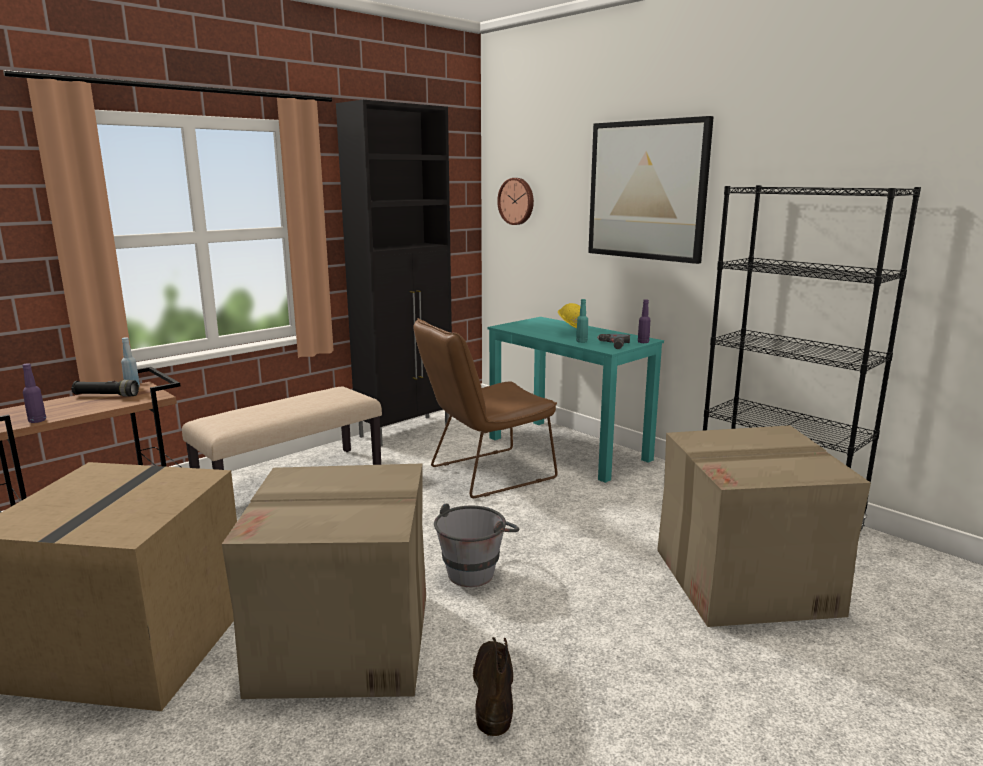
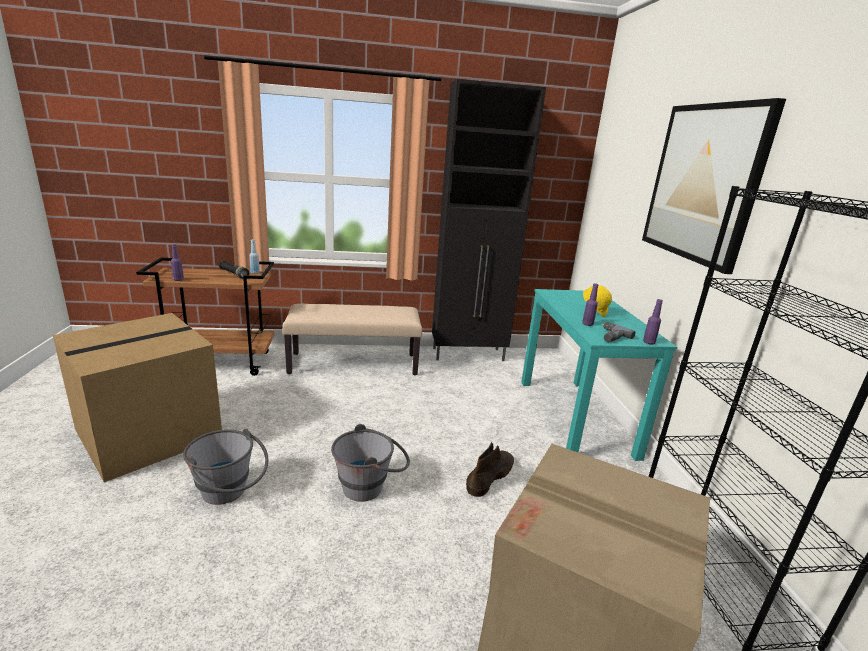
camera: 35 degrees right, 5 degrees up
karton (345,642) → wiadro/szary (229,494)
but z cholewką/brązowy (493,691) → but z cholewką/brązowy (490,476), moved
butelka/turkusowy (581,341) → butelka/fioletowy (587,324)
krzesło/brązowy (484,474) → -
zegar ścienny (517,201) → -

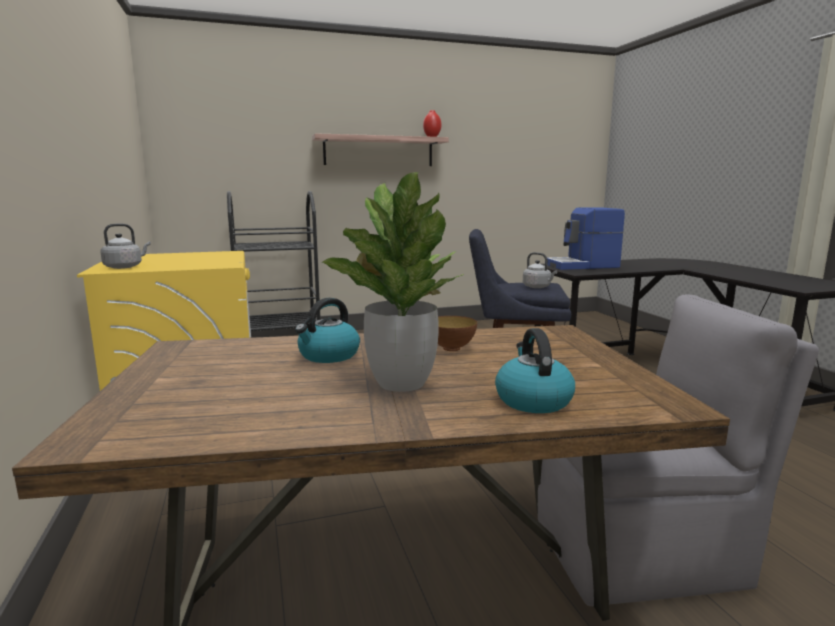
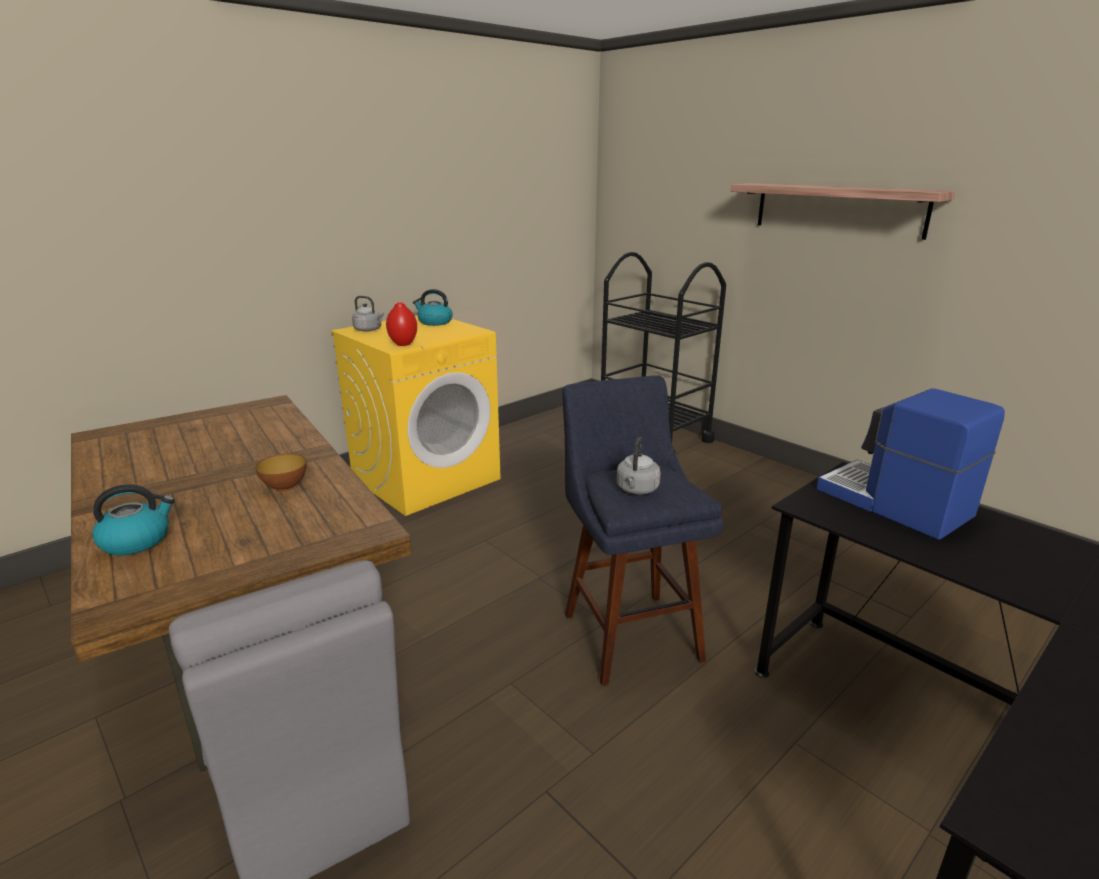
camera: 65 degrees right, 10 degrees up
wazon/czerwony (432,137) → wazon/czerwony (403,344), moved
czajnik (328,356) → czajnik (434,322), moved
roślina doniczkowa (400,383) → -

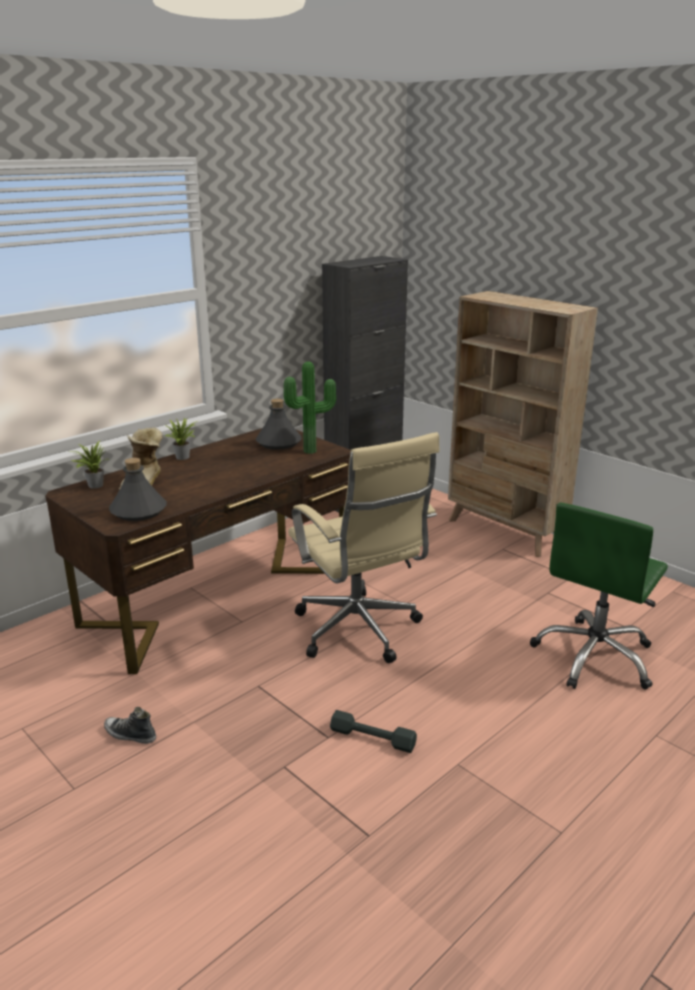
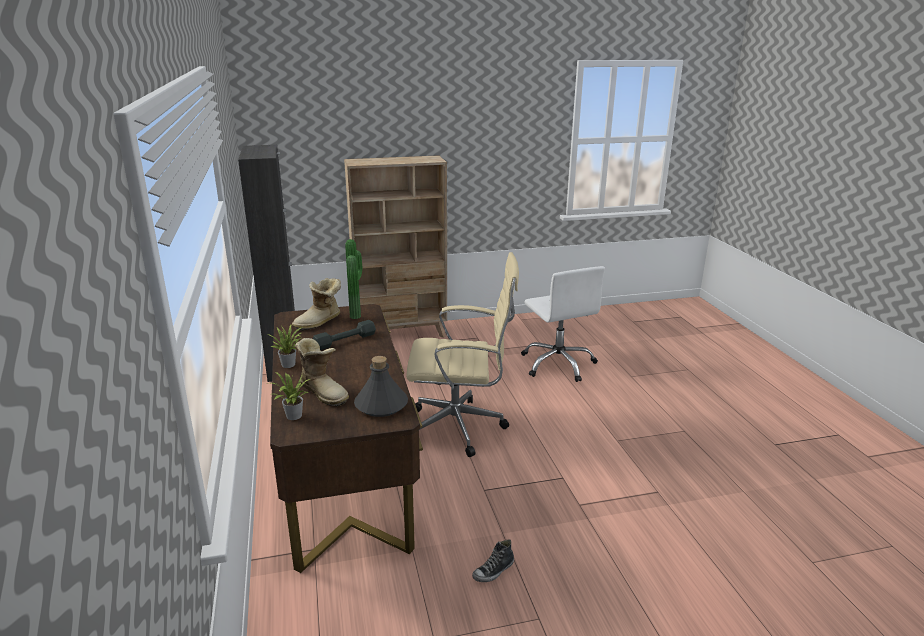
camera: 60 degrees left, 0 degrees up
butelka/szary (279,443) → but z cholewką (320,322)
hantel/szary (372,738) → hantel/szary (345,341), moved
krzesło biurowe/zielony (595,657) → krzesło biurowe/biały (558,364)

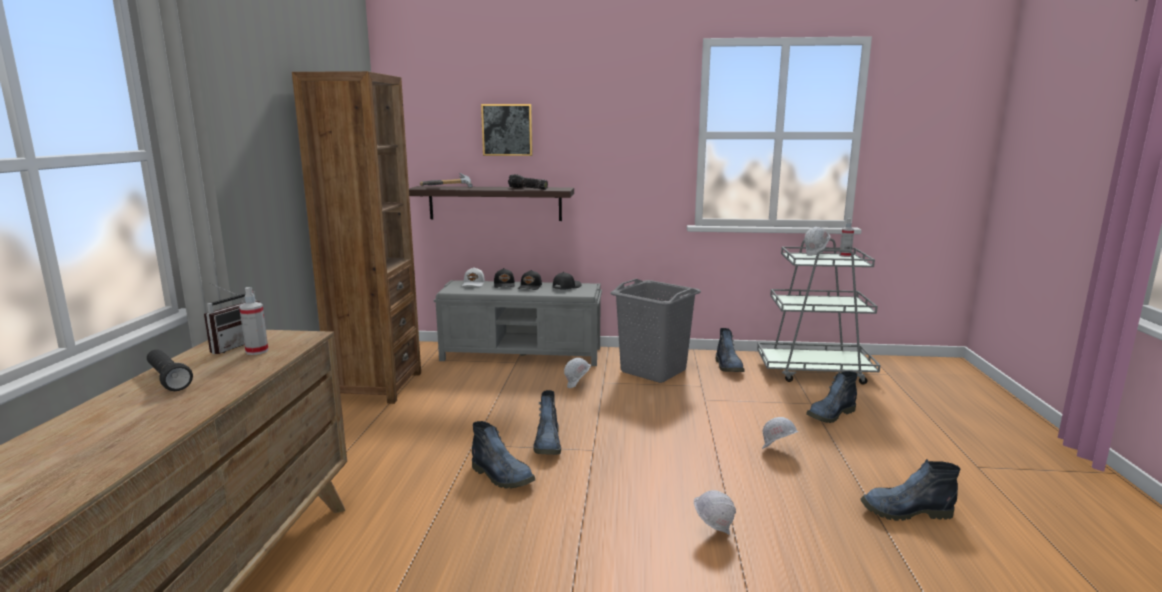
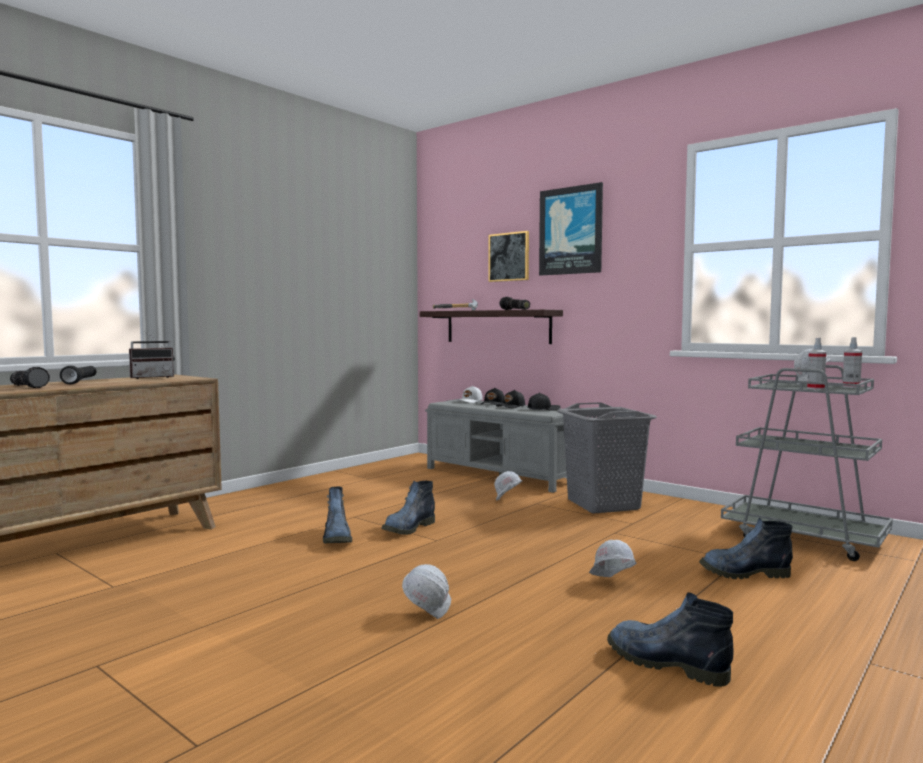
camera: 35 degrees right, 10 degrees down
- → latarka (30,387)
- → obraz (571,231)
spryskiwacz (257,351) → spryskiwacz (815,389), moved
regał/brązowy (376,386) → -
but z cholewką (729,367) → -

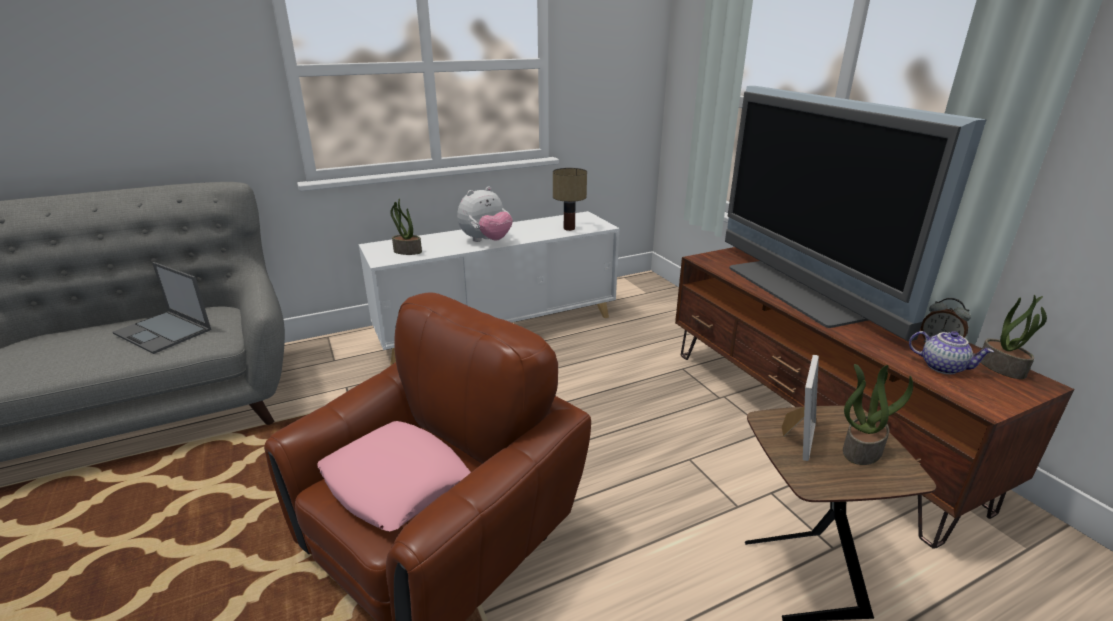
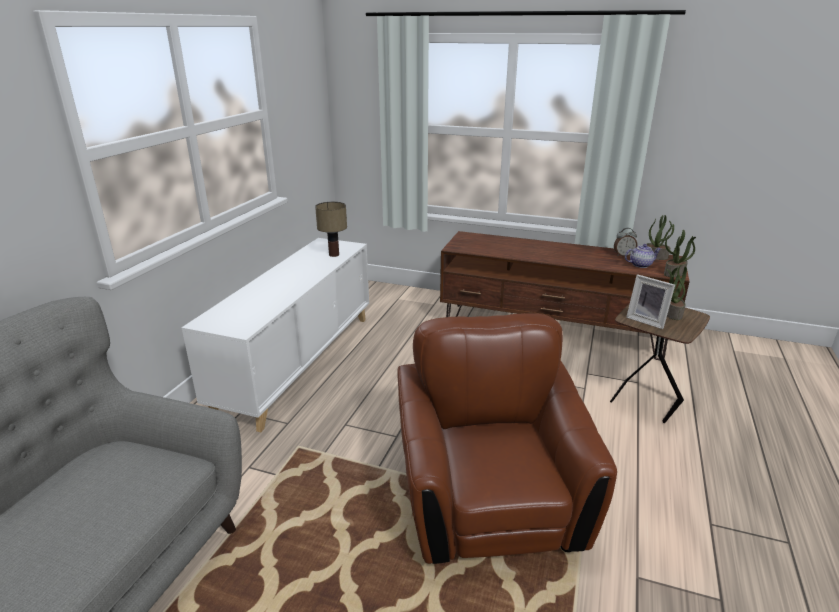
camera: 45 degrees left, 0 degrees up
ramka na zdjęcie (795,437) → ramka na zdjęcie (647,320), 150 degrees clockwise
roślina doniczkowa (407,251) → roślina doniczkowa (674,274), moved
laptop (164,332) → -
poduszka/różowy (396,482) → -
pluszak (486,241) → -
telewizor (798,290) → -

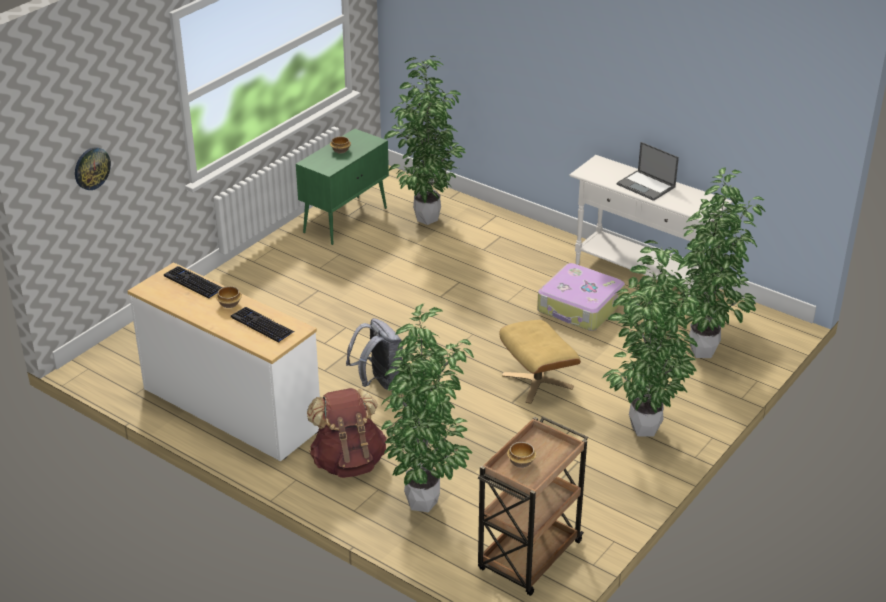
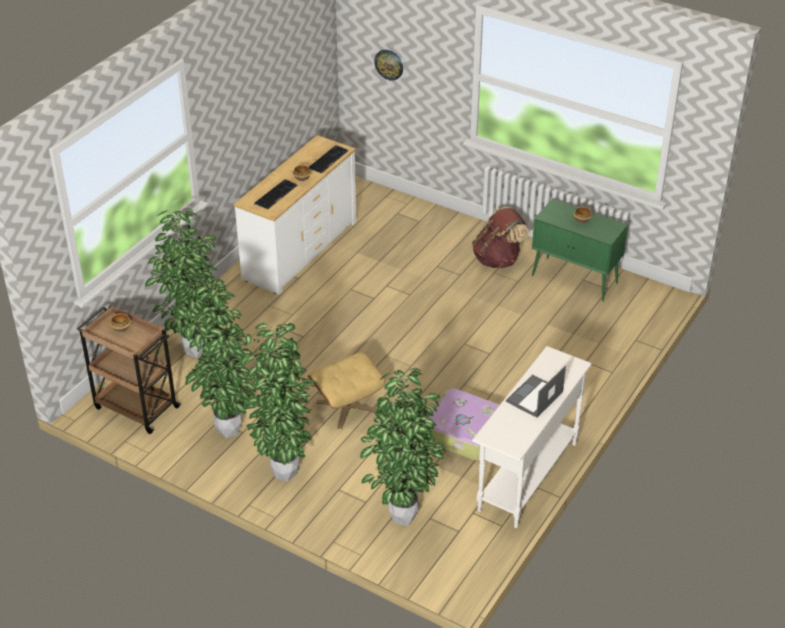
camera: 85 degrees right, 5 degrees up
roślina doniczkowa (426,220) → roślina doniczkowa (225,429), moved
plecak/brązowy (348,462) → plecak/brązowy (498,259), moved
plecak/szary (379,382) → -

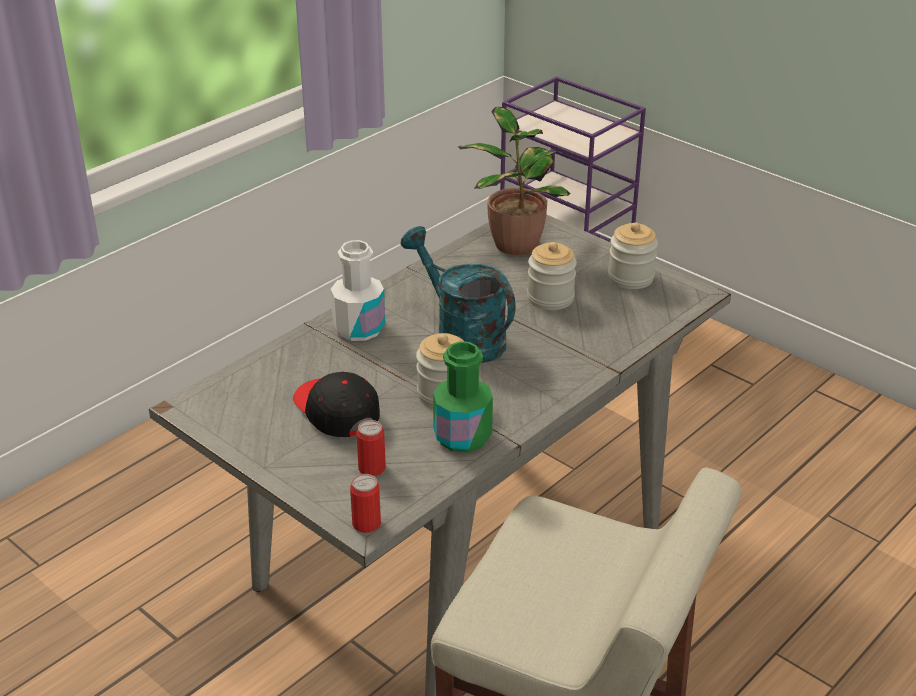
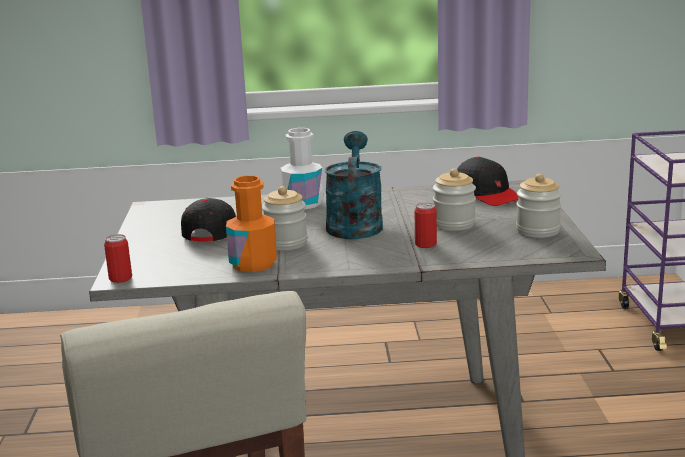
camera: 45 degrees right, 15 degrees down
butelka/zielony (462,436) → butelka/pomarańczowy (253,264)
puszka (372,468) → puszka (425,244), moved
roślina doniczkowa (514,243) → czapka z daszkiem/czarny (487,194)

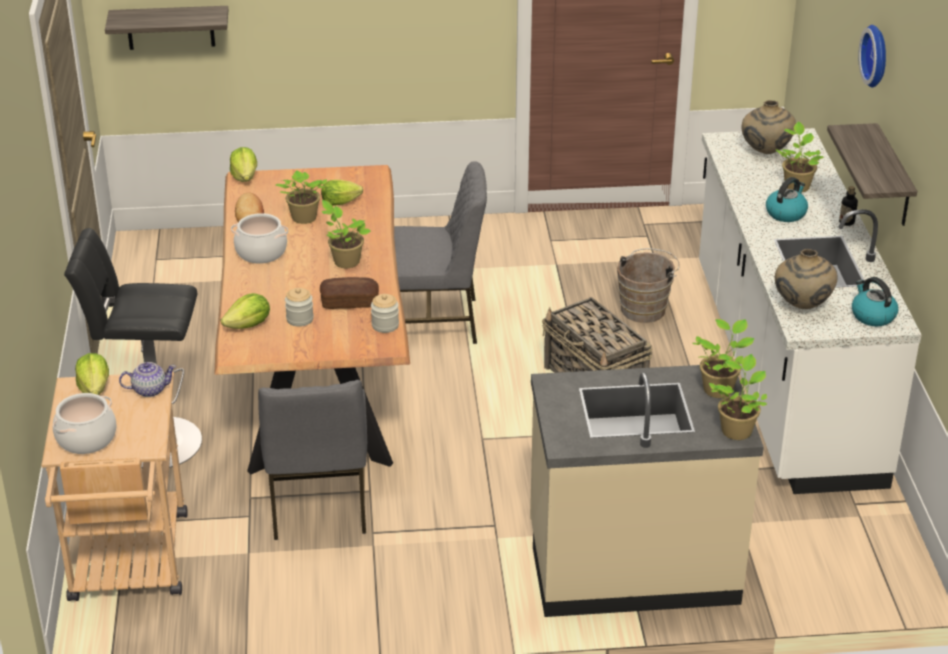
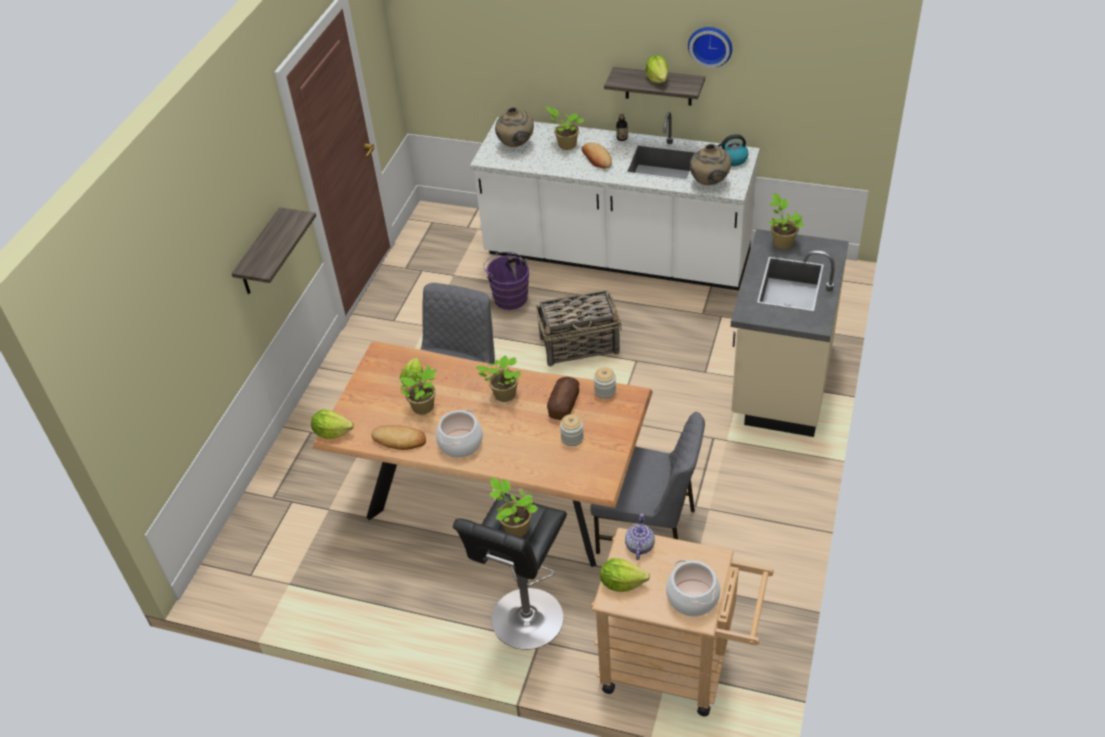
camera: 65 degrees left, 10 degrees up
półka (170,27) → półka (260,254), moved
wiadro/brązowy (645,308) → wiadro/fioletowy (509,296)
roślina doniczkowa (737,429) → roślina doniczkowa (514,527), moved
czajnik (786,213) → chleb (597,158)
sałata (249,325) → sałata (657,79), moved
zegar ścienny (878,55) → zegar ścienny (710,45), moved

